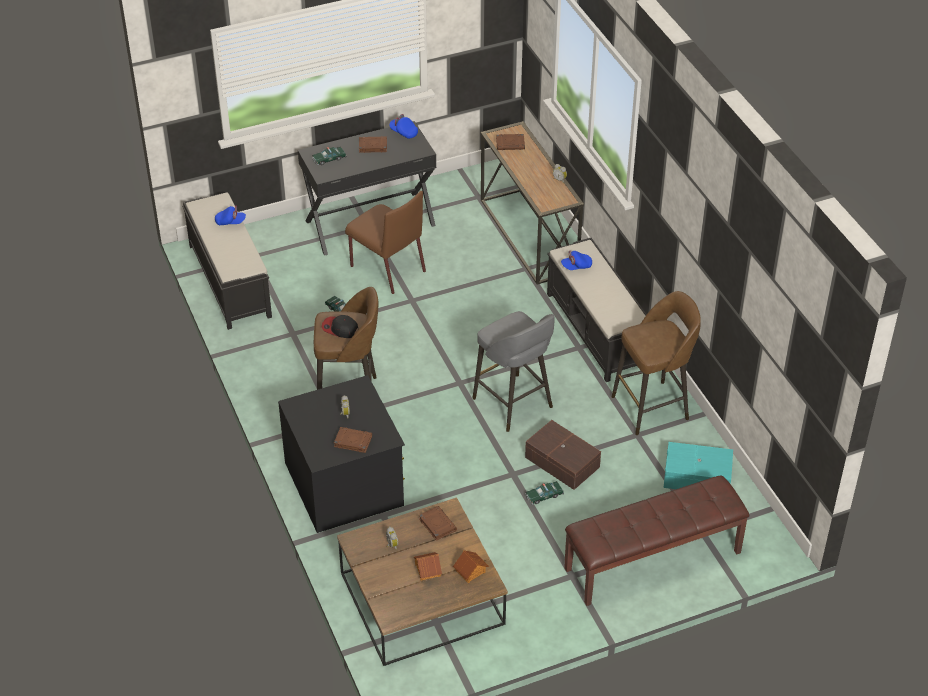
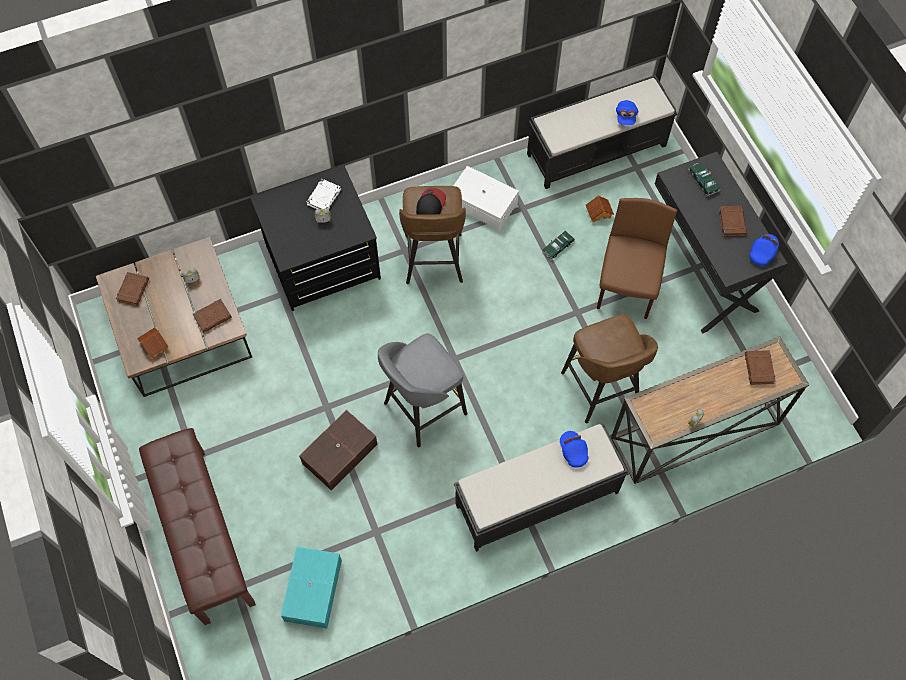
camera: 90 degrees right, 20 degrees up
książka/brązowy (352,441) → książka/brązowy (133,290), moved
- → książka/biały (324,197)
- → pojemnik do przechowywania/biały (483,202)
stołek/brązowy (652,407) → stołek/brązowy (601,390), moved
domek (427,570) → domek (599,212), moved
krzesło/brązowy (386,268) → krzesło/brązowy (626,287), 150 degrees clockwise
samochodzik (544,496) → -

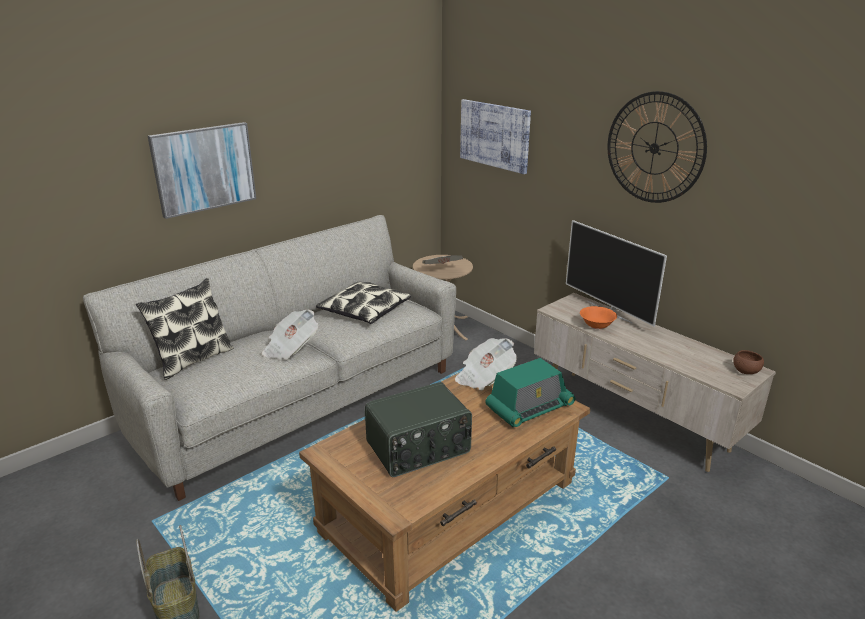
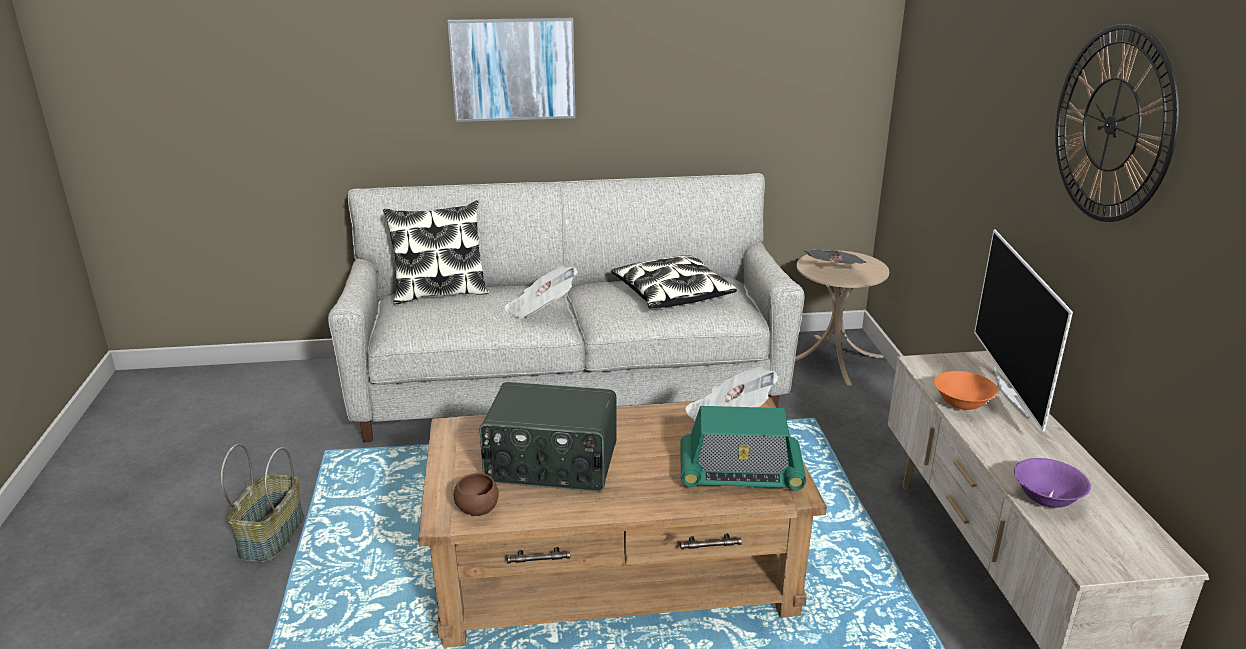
camera: 35 degrees right, 0 degrees up
miska/brązowy (745,371) → miska/brązowy (477,509), moved
- → miska/fioletowy (1046,499)
obraz (495,135) → -

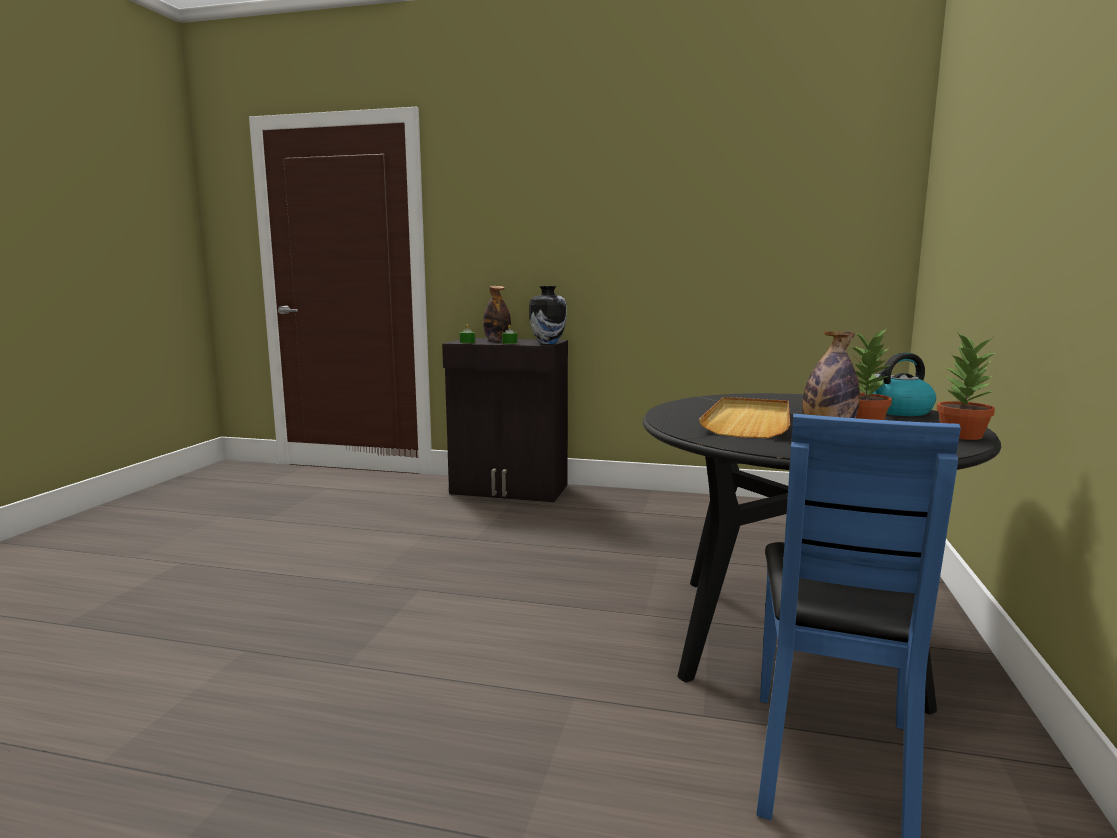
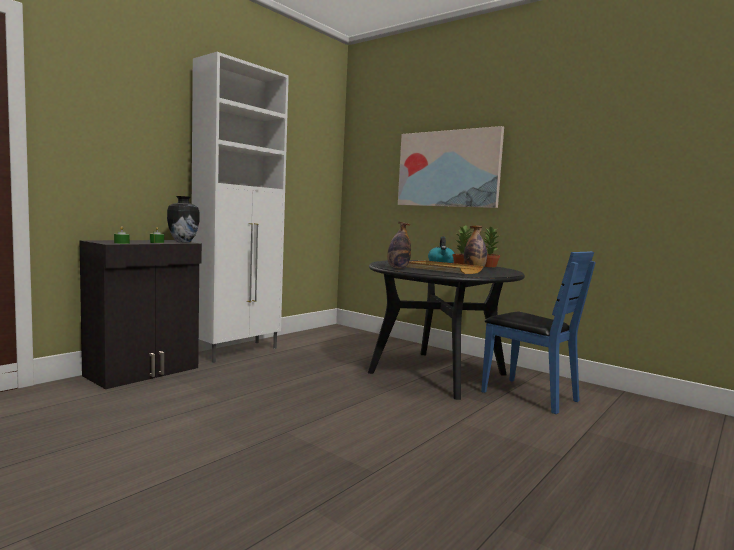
camera: 65 degrees left, 5 degrees down
- → szafka/biały (238,351)
butelka (497,340) → butelka (398,268), moved
- → obraz (448,169)

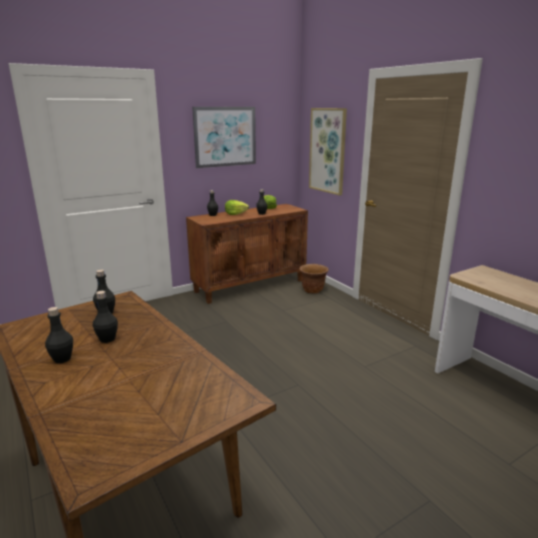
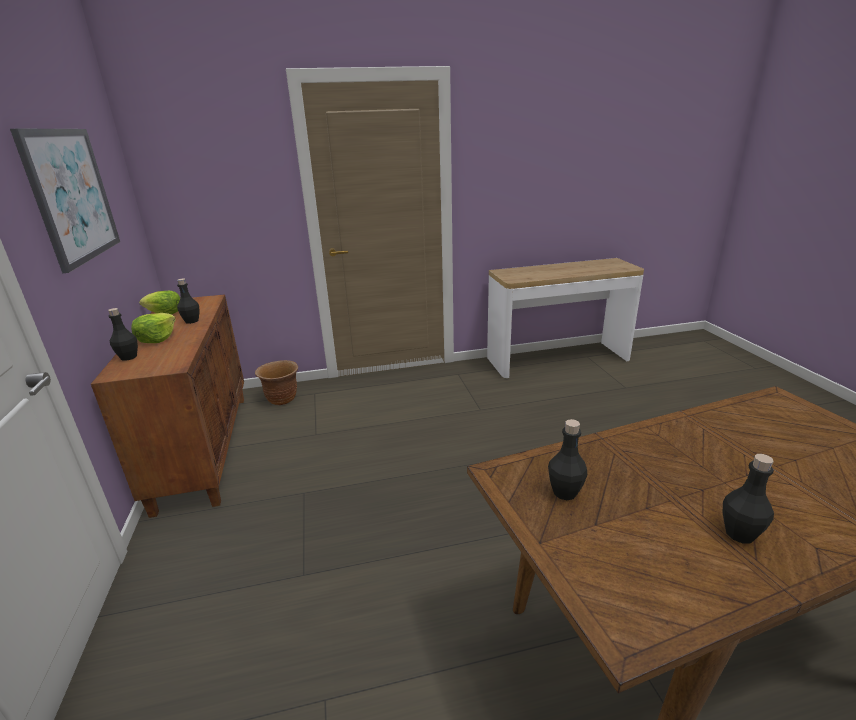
camera: 70 degrees left, 5 degrees up
butelka/czarny (107,339) → -
obraz (327,151) → -

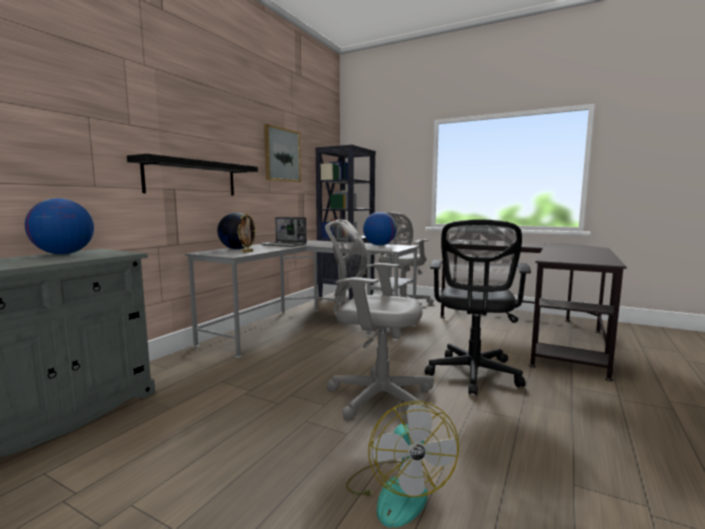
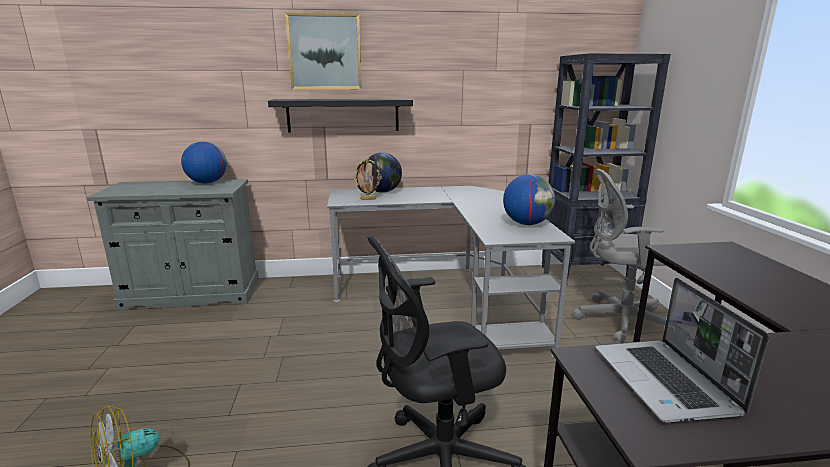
camera: 55 degrees right, 10 degrees up
obraz (282,155) → obraz (325,52), moved
laptop (284,245) → laptop (665,382), moved
krzesło biurowe/szary (376,397) → -

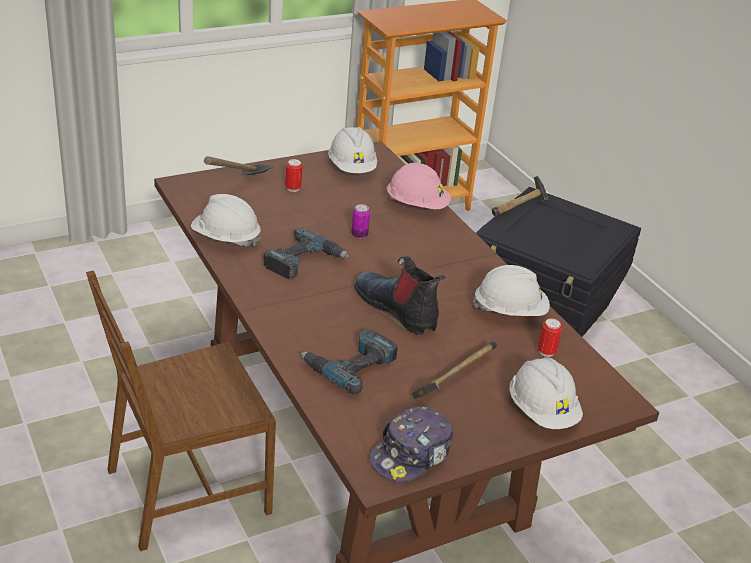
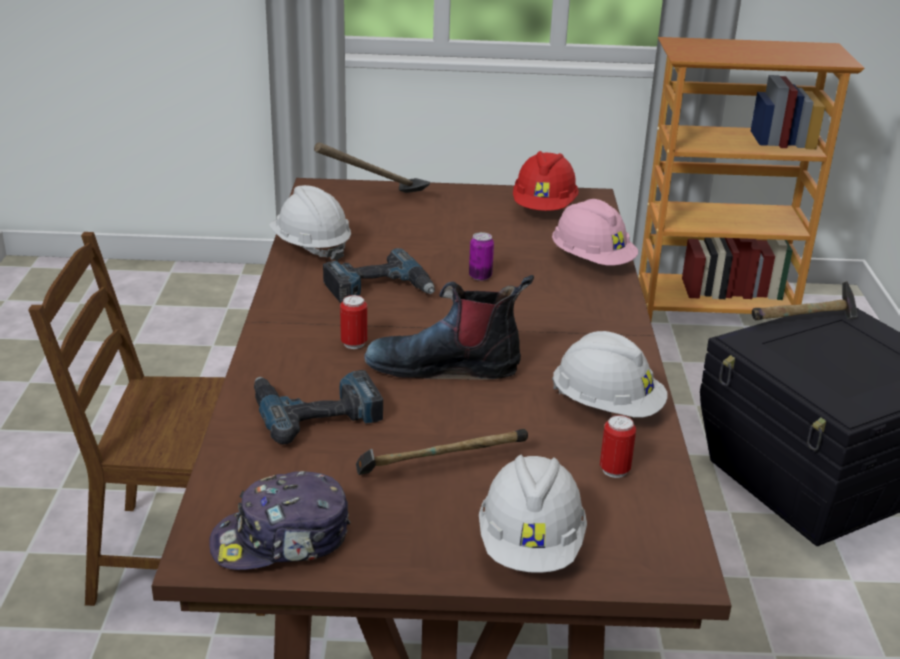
camera: 30 degrees right, 5 degrees down
puszka (293,188) → puszka (354,343), moved
but z cholewką (397,309) → but z cholewką (445,366), 75 degrees counterclockwise
kask/biały (352,168) → kask/czerwony (544,208)

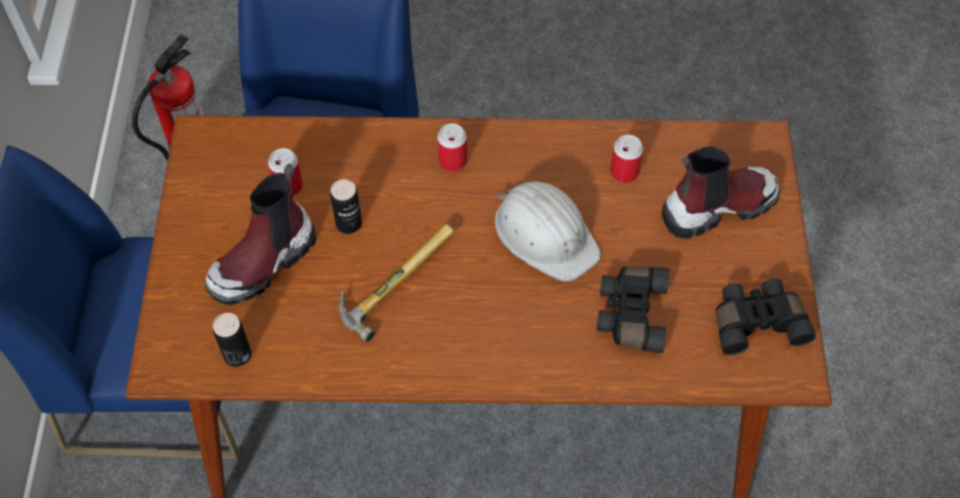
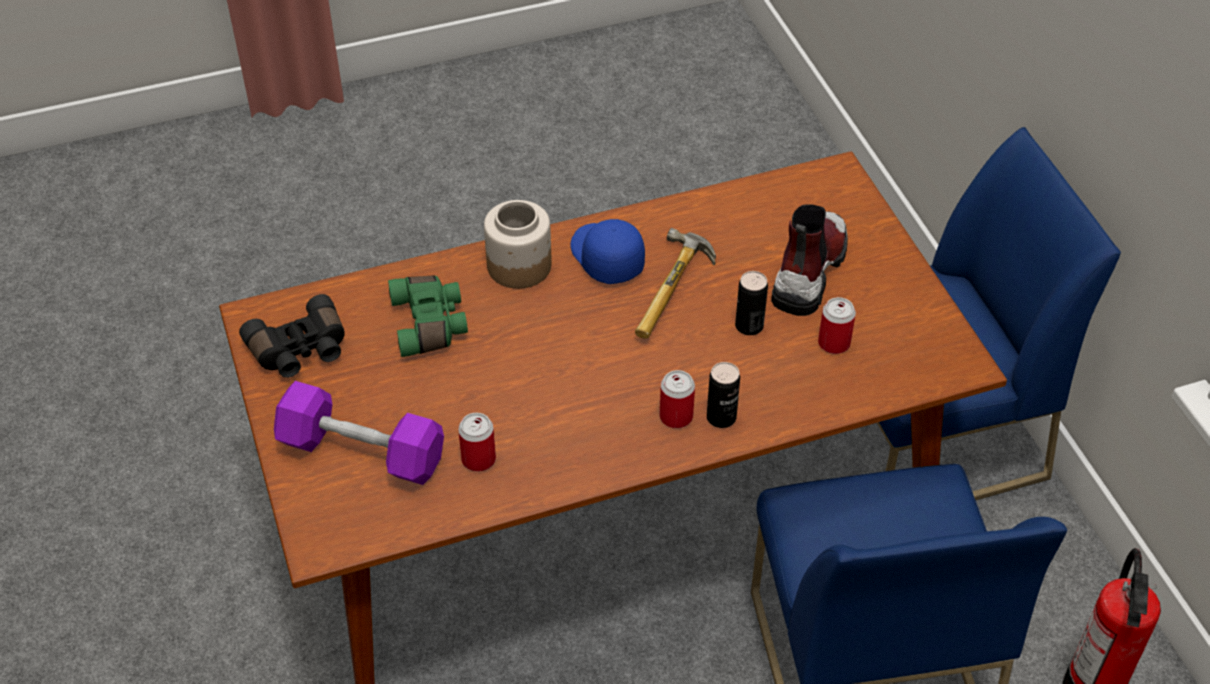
camera: 160 degrees right, 10 degrees down
but z cholewką (717,206) → hantel/fioletowy (362,451)
lornetka/czarny (630,314) → lornetka/zielony (431,324)
- → słoik (518,266)
- → czapka z daszkiem/niebieski (605,258)
puszka (237,355) → puszka (721,417), moved
kask/biały (545,234) → -

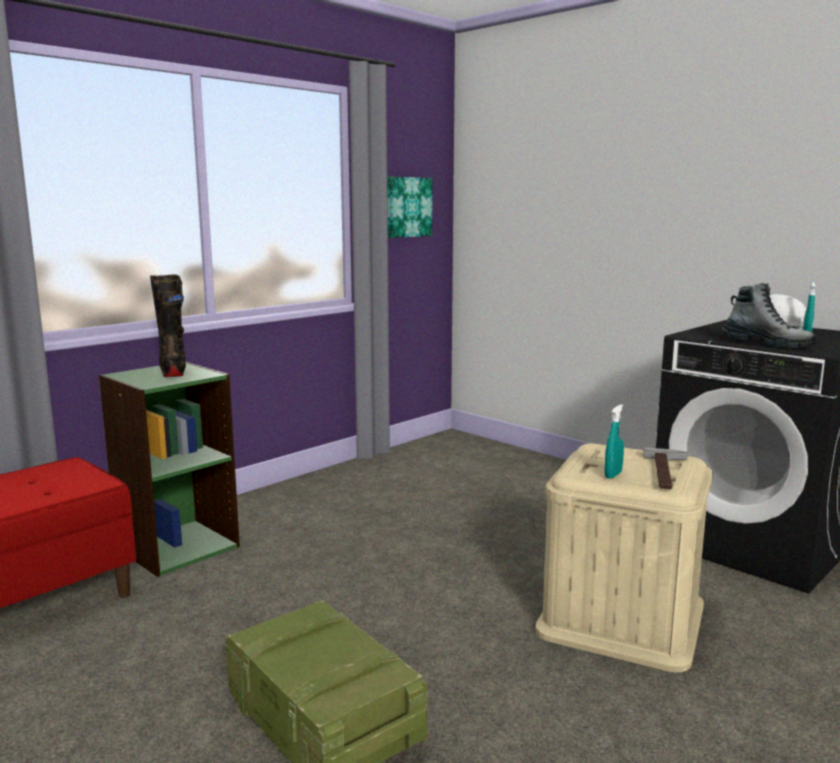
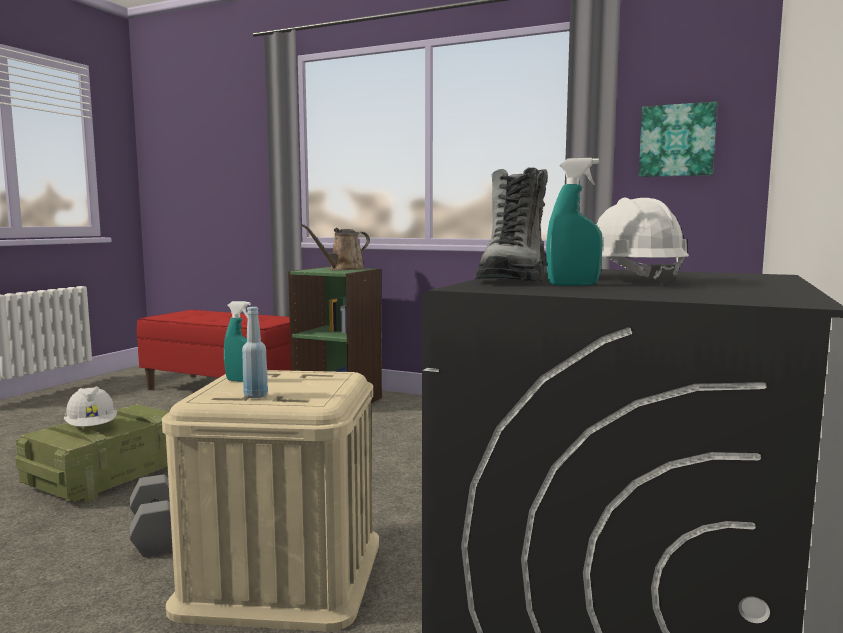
camera: 70 degrees right, 5 degrees down
- → kask/biały (92,428)
- → hantel/szary (154,533)
młotek (667,472) → butelka/niebieski (255,396)
but z cholewką/czarny (173,371) → konewka/brązowy (343,269)

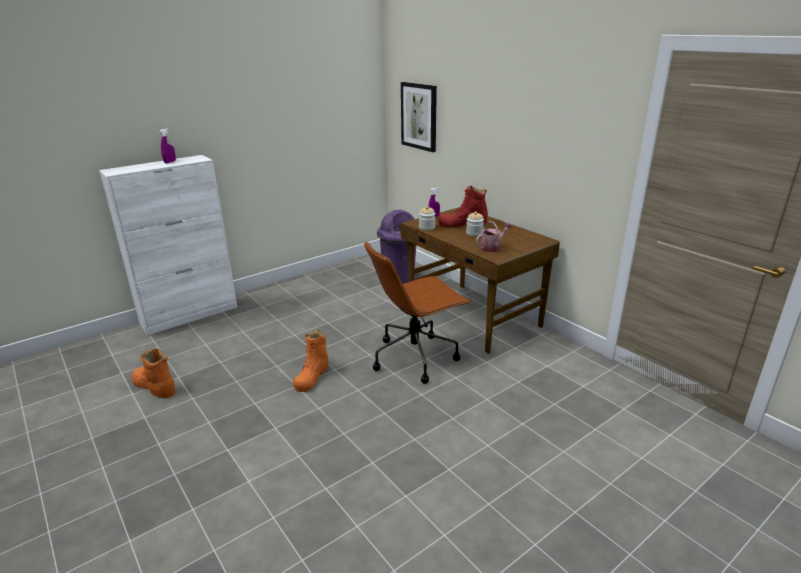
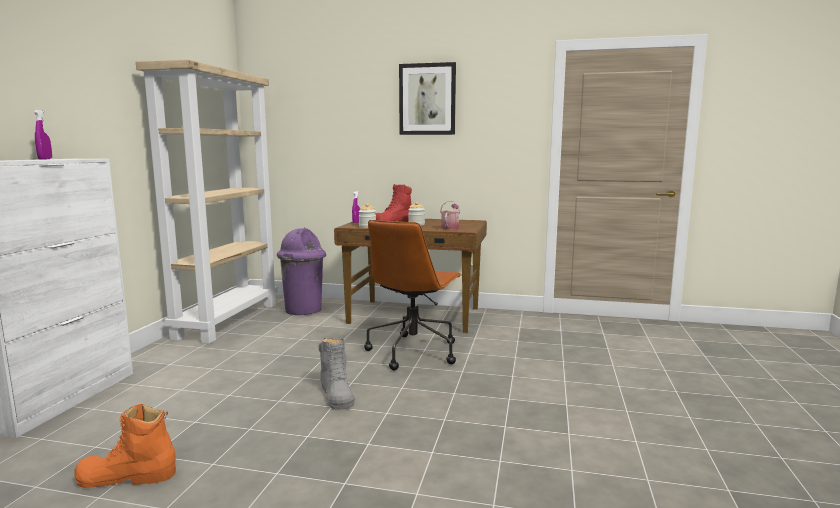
camera: 40 degrees left, 15 degrees down
- → regał/beżowy (227,320)
but z cholewką/pomarańczowy (312,376) → but z cholewką/szary (336,395)
obraz (419,116) → obraz (427,99), moved

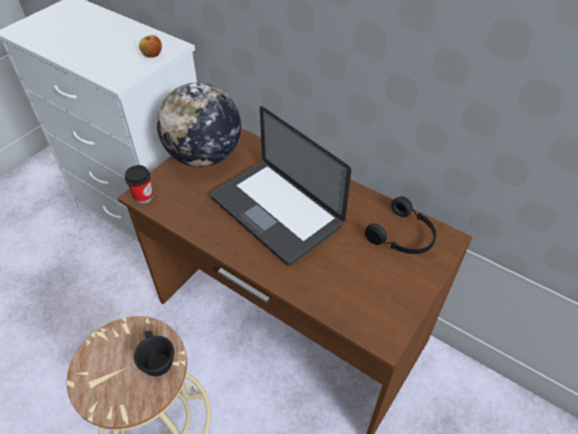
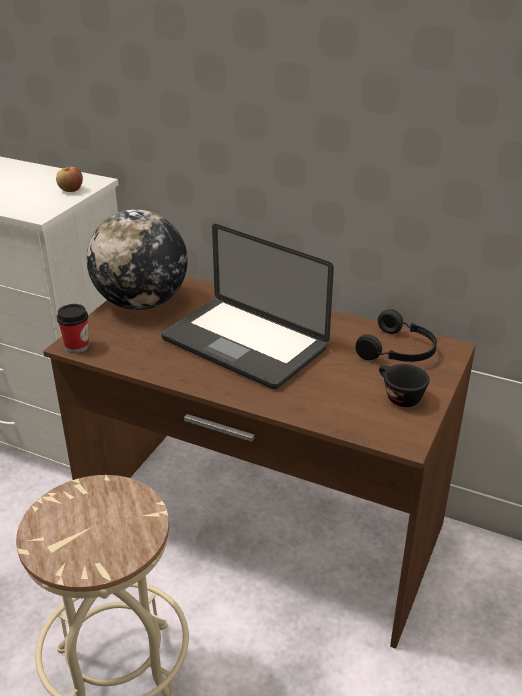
camera: 10 degrees left, 15 degrees down
filiżanka/czarny (156,359) → filiżanka/czarny (398,396), moved

